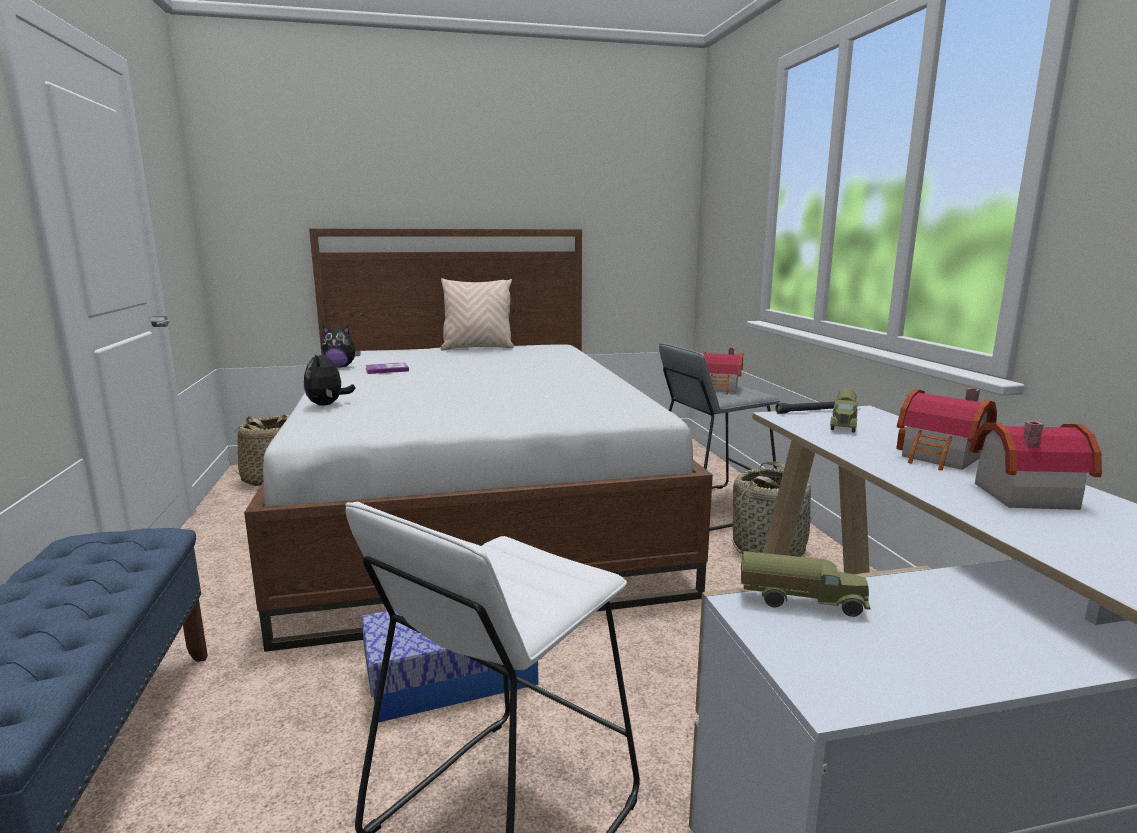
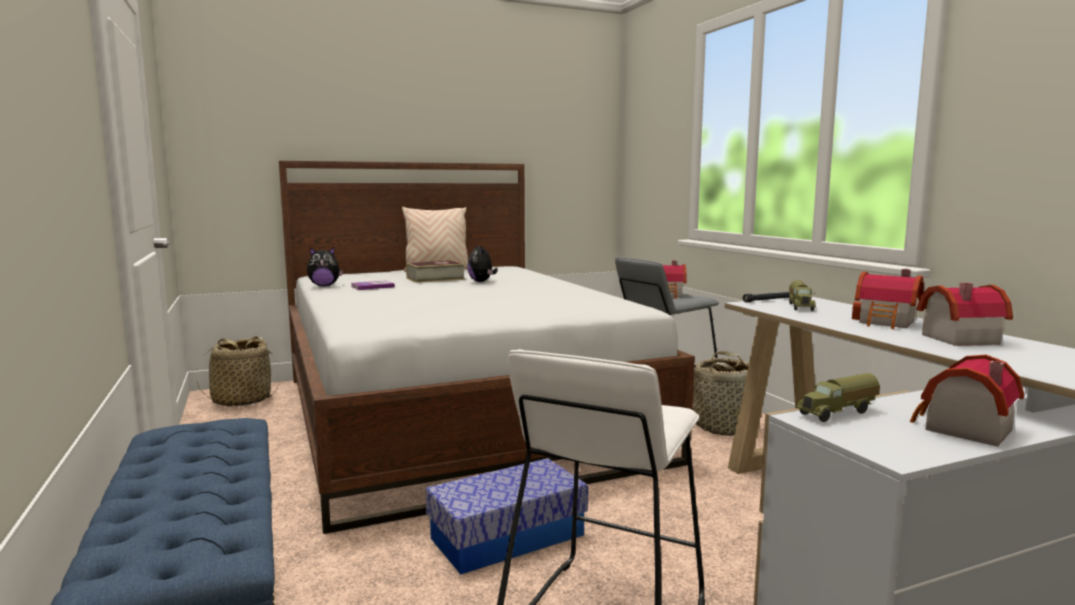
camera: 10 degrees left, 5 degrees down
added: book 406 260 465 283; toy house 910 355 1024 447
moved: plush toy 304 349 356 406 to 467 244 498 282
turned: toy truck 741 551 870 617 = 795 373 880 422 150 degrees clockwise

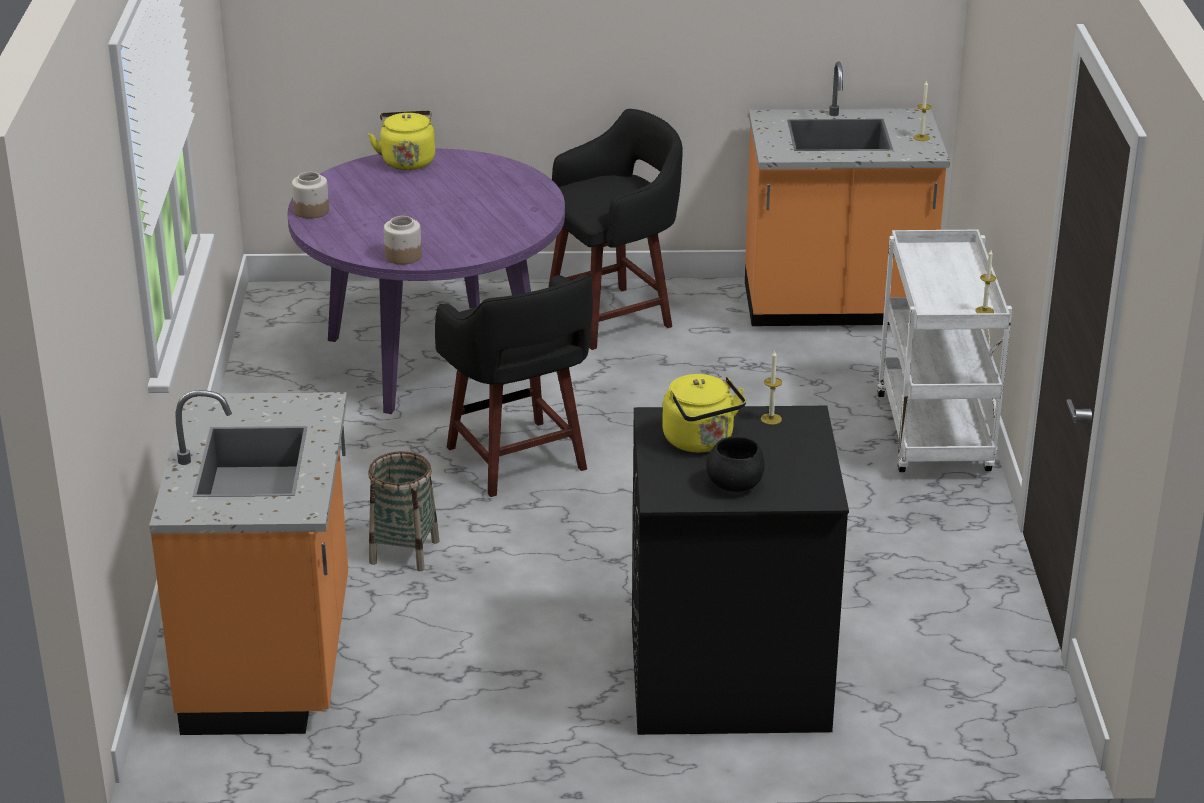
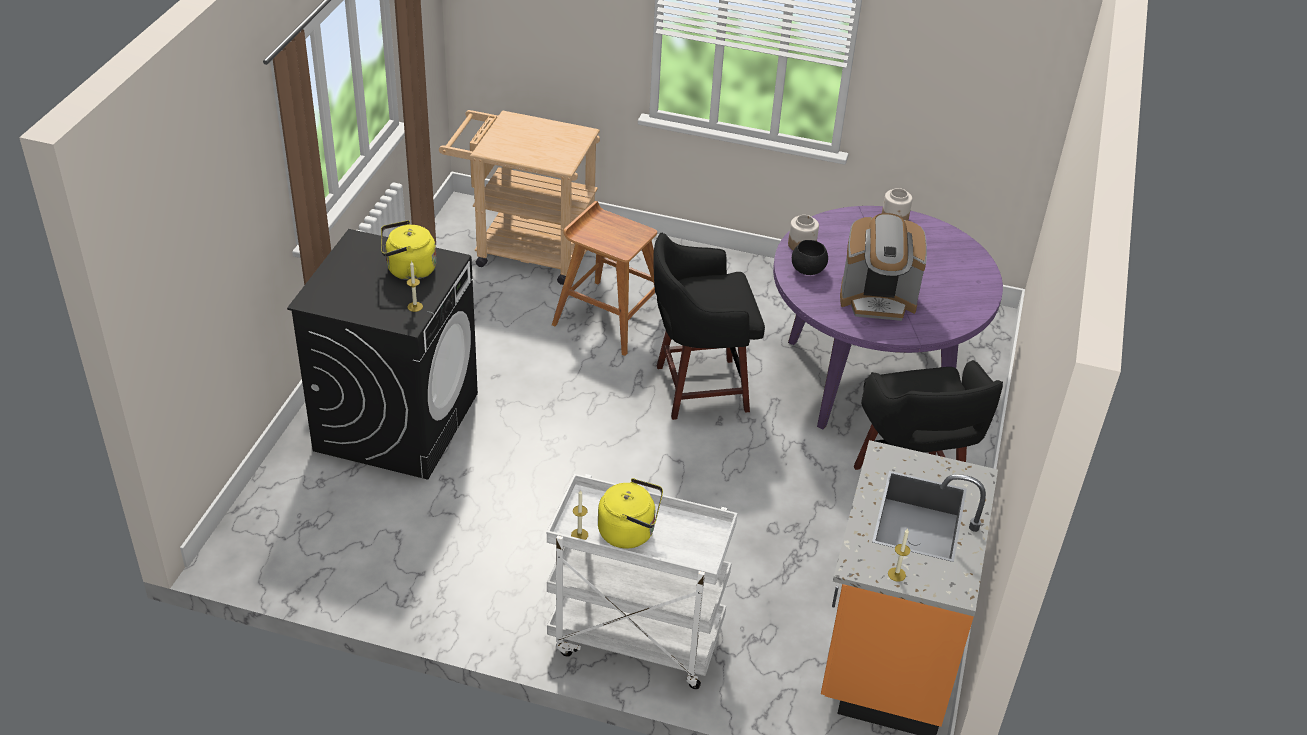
camera: 105 degrees right, 10 degrees up
added: coffee machine 840 213 927 321
moved: yellow kettle 368 111 435 170 to 598 478 663 549; black bowl 707 436 765 492 to 792 240 828 275
replaced: orange counter 149 390 348 735 to beige cart 439 110 600 285; basket 368 451 439 571 to brown stool 552 201 657 356

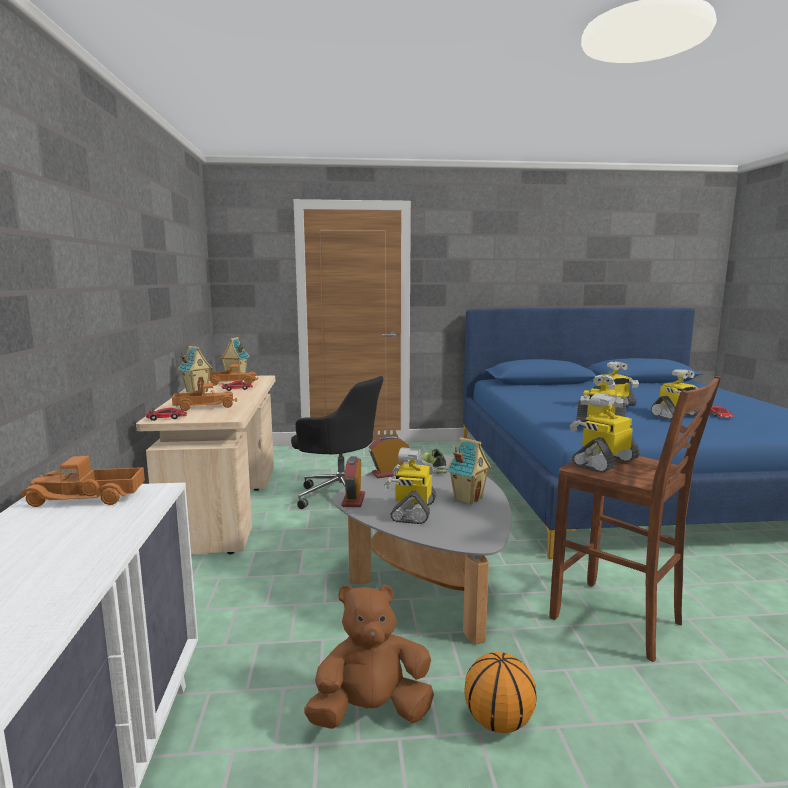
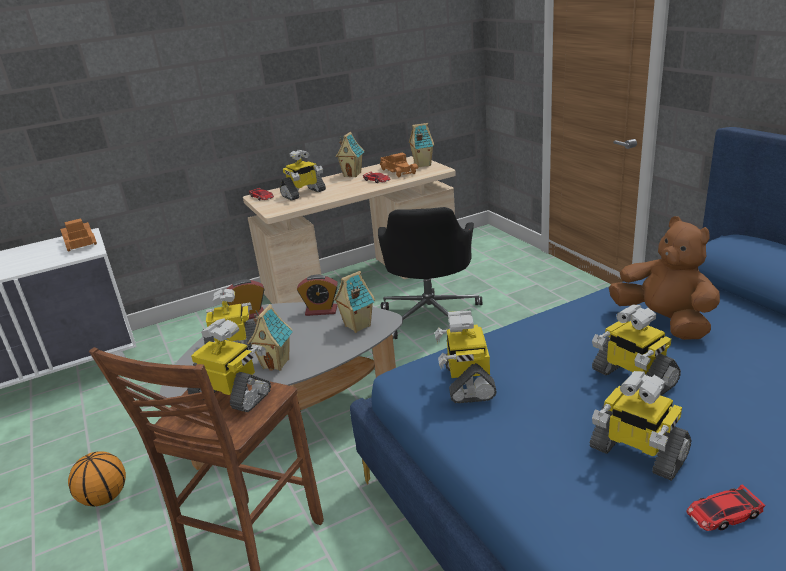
camera: 70 degrees right, 15 degrees up
moved: brown plush toy 304 584 434 729 to 609 216 720 340
replaced: toy truck 172 383 237 411 to toy robot 280 150 326 200; shoe 422 448 448 474 to toy house 334 271 375 333
turned: alarm clock 368 435 409 478 = 297 274 338 316 135 degrees clockwise

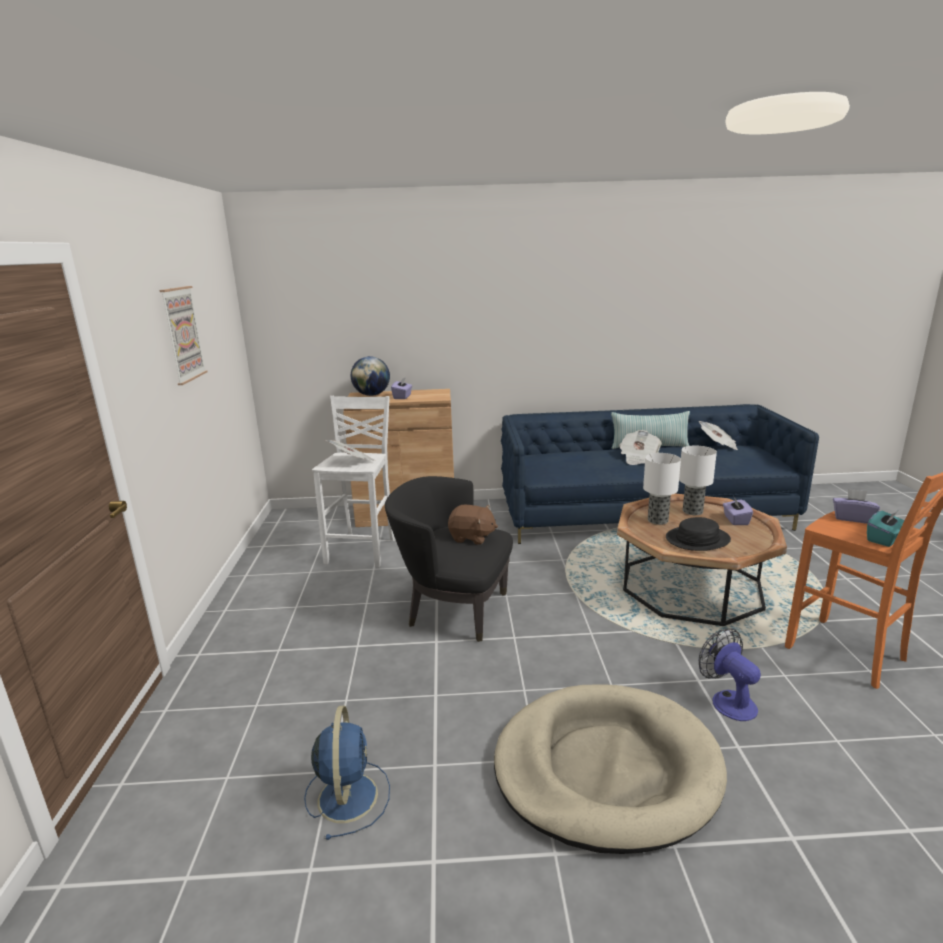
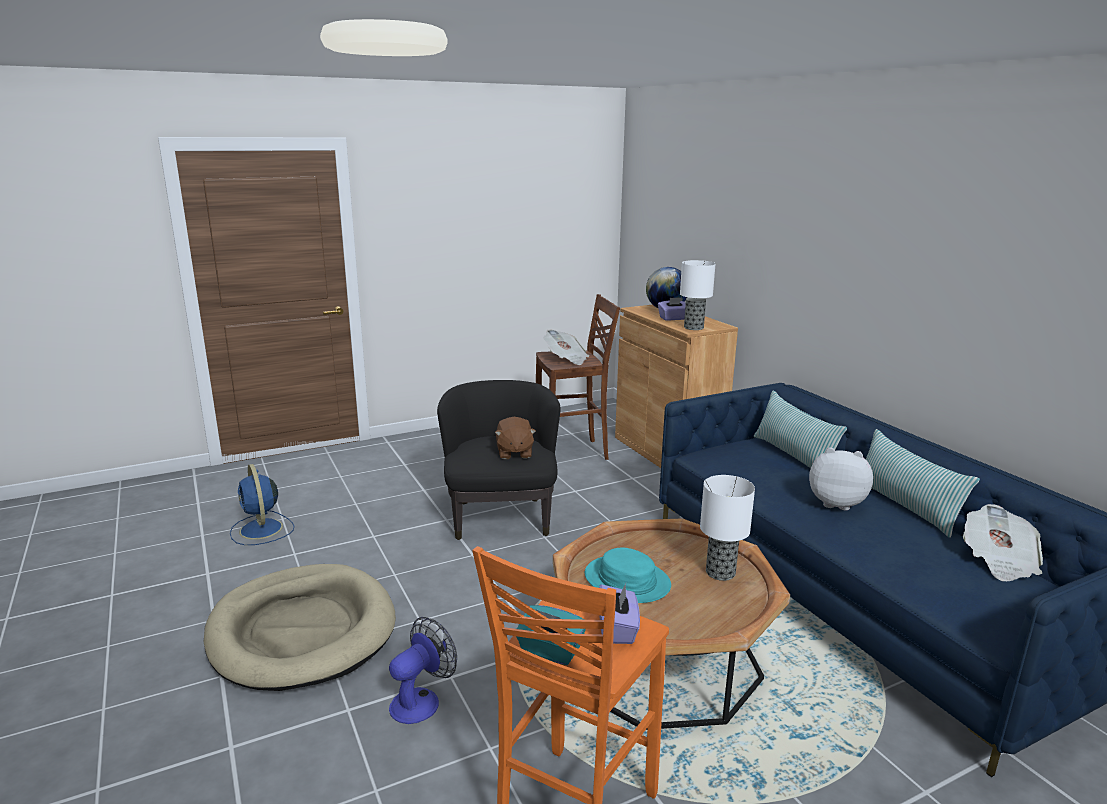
camera: 65 degrees right, 0 degrees up
removed: picture 159 286 208 385; purple tissue box 723 497 753 525
added: pillow 754 391 847 468
moved: table lamp 643 453 681 525 to 680 260 715 330
replaced: newspaper 619 430 662 465 to plush toy 809 447 873 511
recoloured: white stool 312 396 395 568 to brown stool 536 294 620 460; black hat 666 517 731 551 to turquoise hat 585 548 671 603
turned: blue fan 304 705 390 840 = 230 464 294 545 90 degrees clockwise

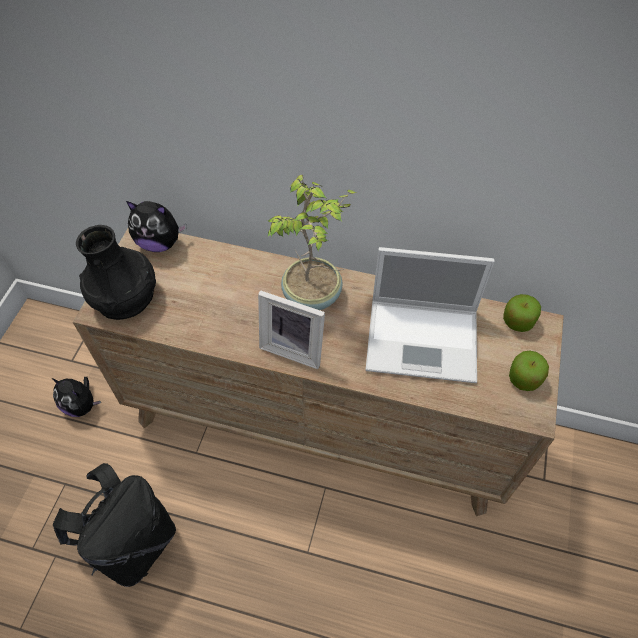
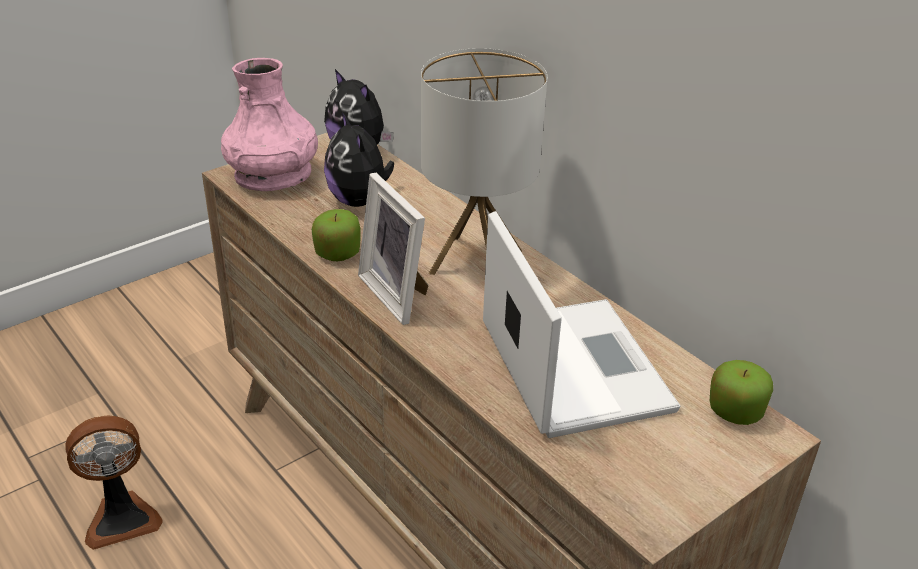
camera: 35 degrees right, 20 degrees down
moved: plush toy 51 377 101 417 to 324 111 394 207; apple 509 351 549 391 to 312 209 361 261
replaced: black backpack 53 463 176 587 to fan 66 415 163 550; potted plant 268 175 356 310 to table lamp 421 48 547 275
recoloured: black vase 76 225 156 320 to pink vase 221 58 318 191
turned: laptop 365 247 495 383 = 483 211 680 438 150 degrees counterclockwise

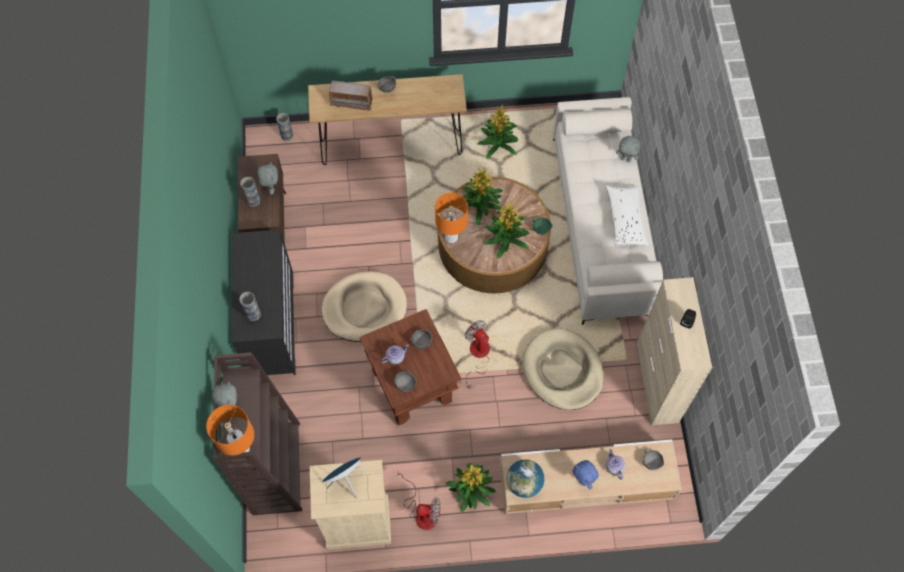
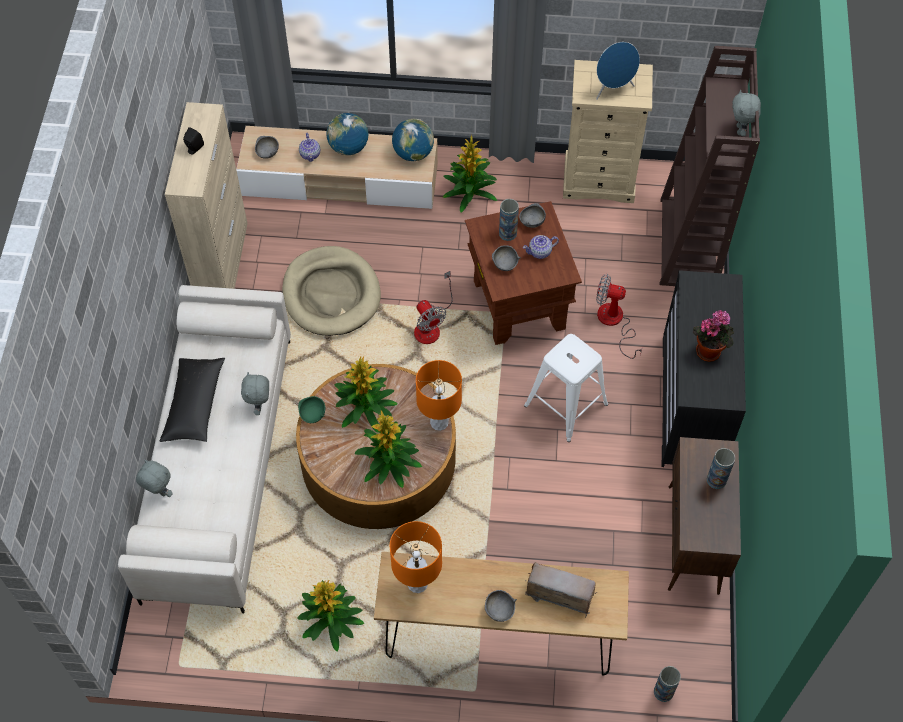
camera: 170 degrees left, 5 degrees down
added: potted plant 693 310 734 362
moved: orange table lamp 206 405 254 455 to 390 521 442 593; vase 239 292 261 321 to 499 199 519 241; grey plush toy 258 162 278 195 to 241 372 269 415; fan 397 473 441 530 to 596 274 643 359
replaced: beige dog bed 322 271 407 342 to white stool 524 334 608 442; blue plush toy 573 460 599 489 to globe 326 113 368 155
recoloured: white pillow 606 185 649 246 to black pillow 160 358 225 442

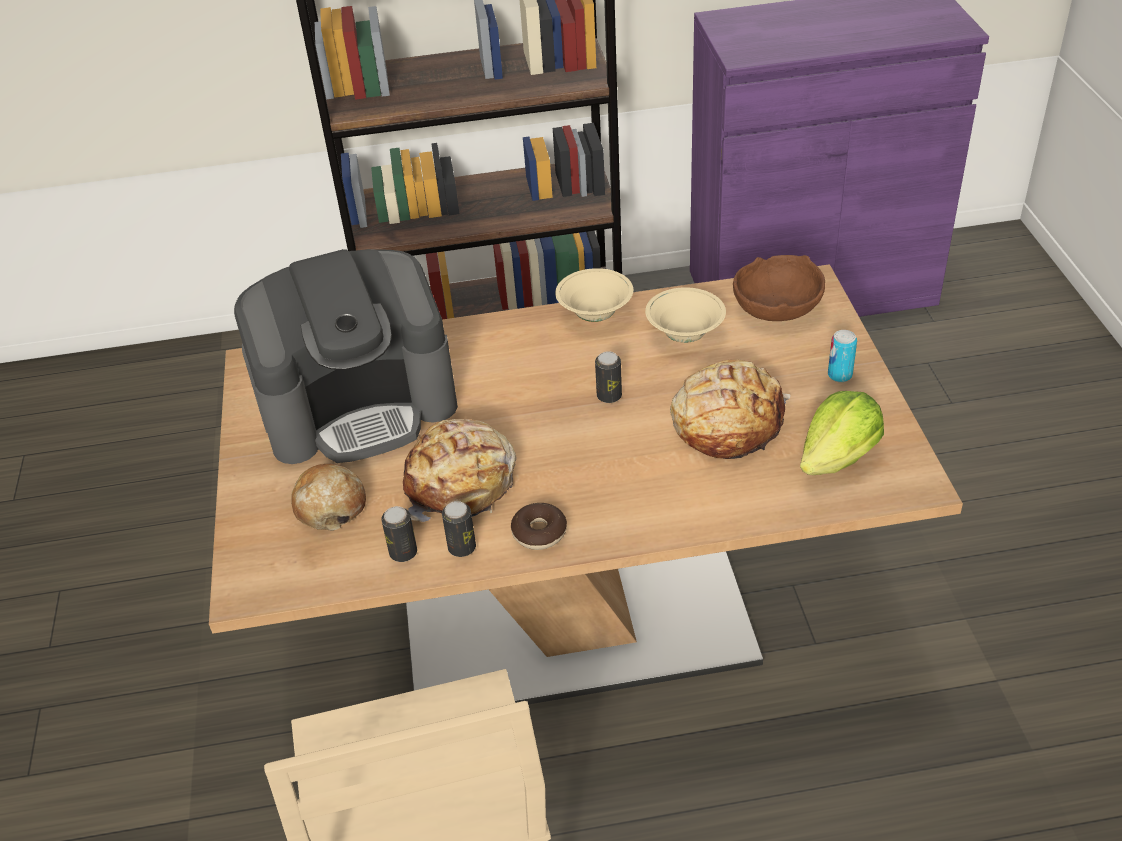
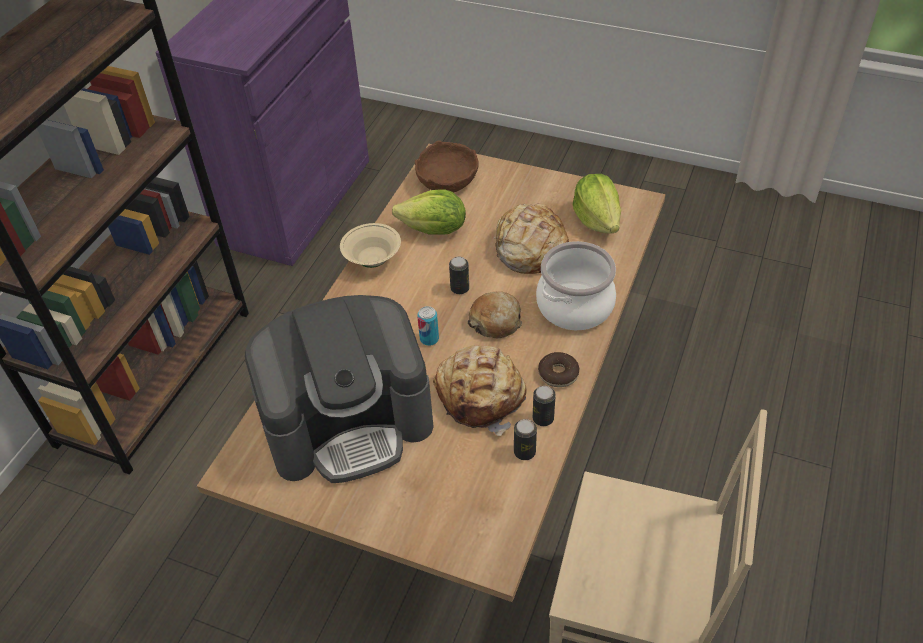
camera: 60 degrees left, 5 degrees up
added: cooking pot 536 241 616 330
moved: bread 291 464 366 531 to 468 292 522 338; can 828 330 857 382 to 417 306 439 346
replaced: beige bowl 645 287 726 343 to lettuce 392 189 466 235
turned: coffee machine 234 249 458 464 = 245 295 434 483 60 degrees clockwise

